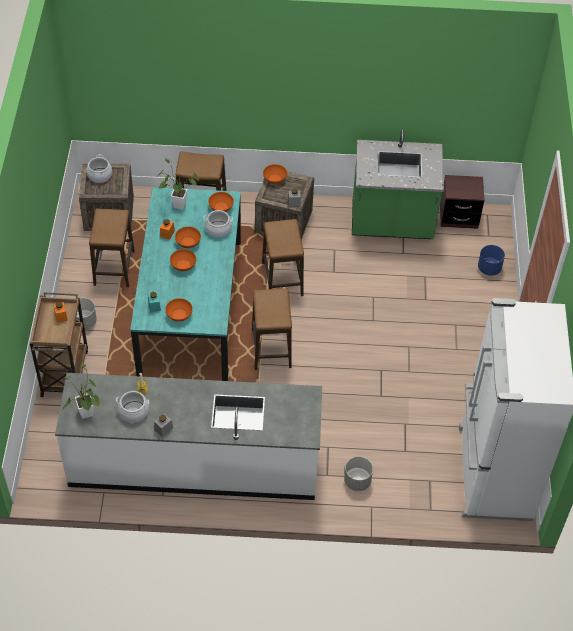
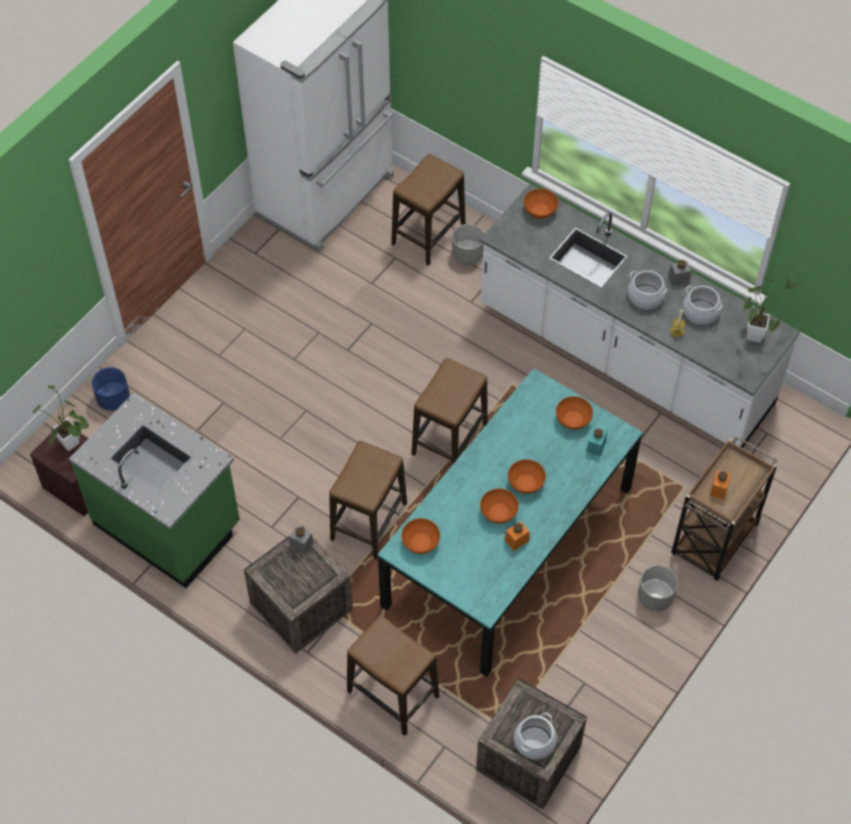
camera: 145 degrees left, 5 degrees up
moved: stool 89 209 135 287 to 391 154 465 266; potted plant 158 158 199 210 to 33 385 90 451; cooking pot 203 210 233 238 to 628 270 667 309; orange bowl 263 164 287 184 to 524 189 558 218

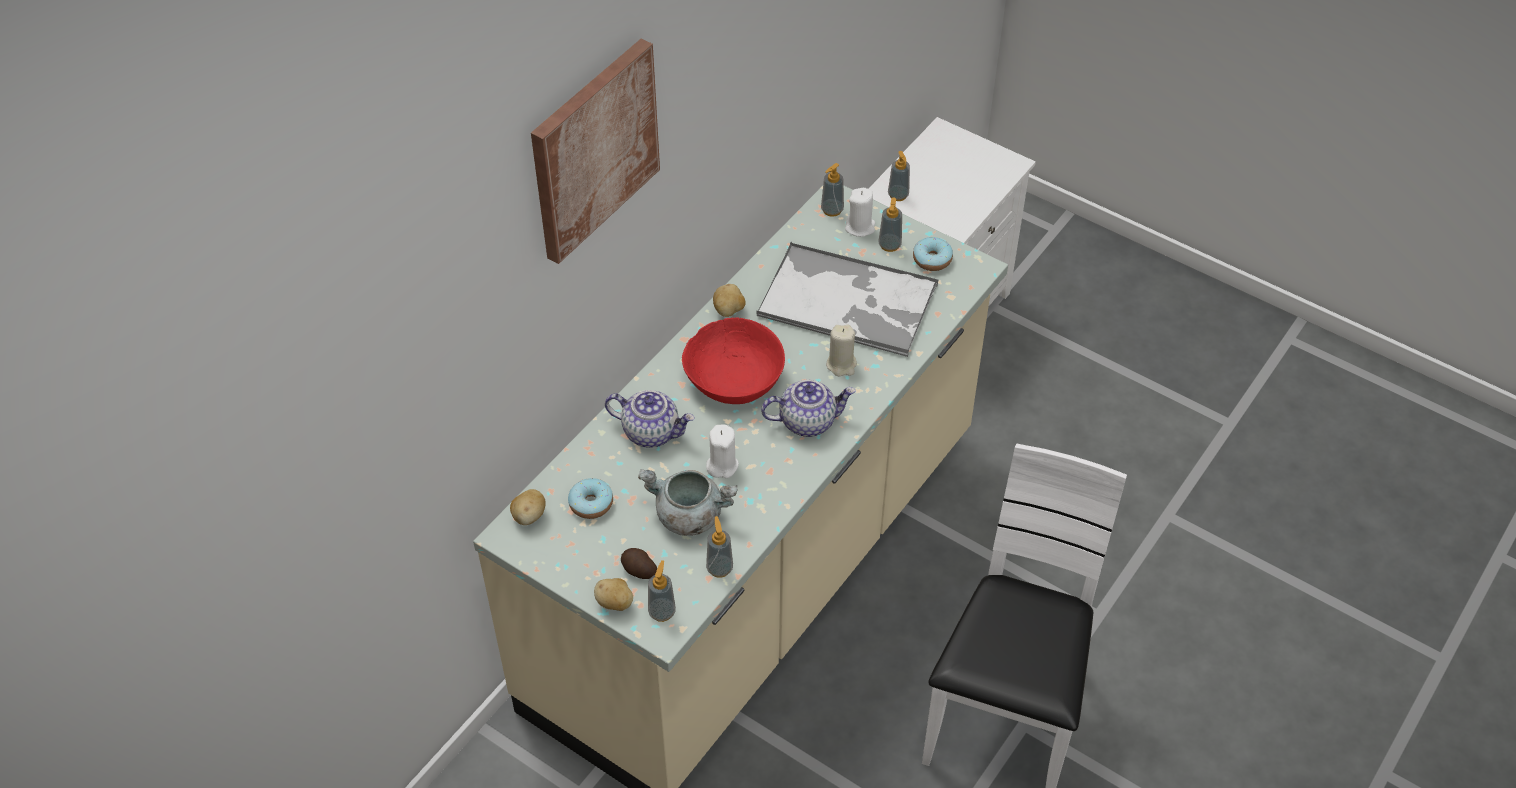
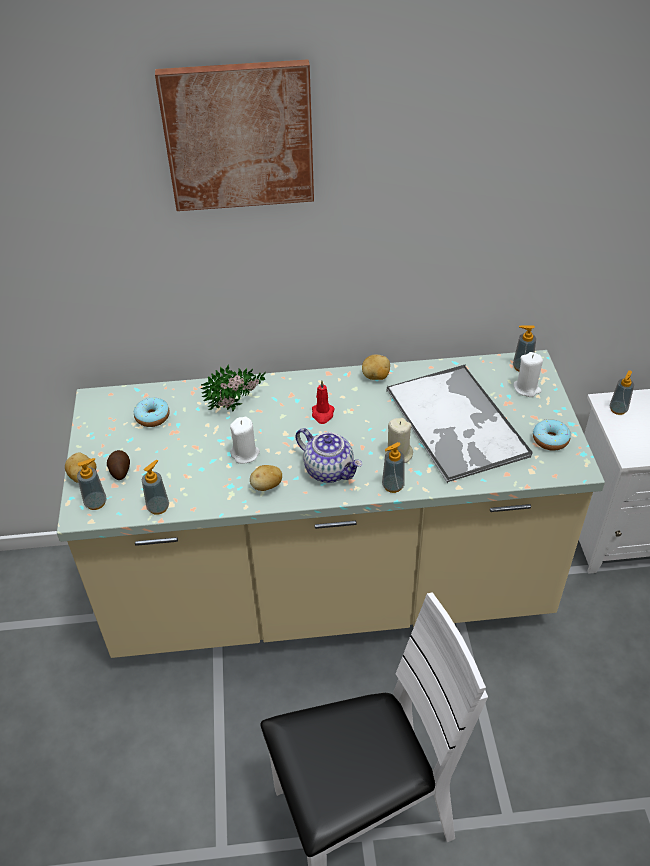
camera: 50 degrees right, 5 degrees down
removed: grey cooking pot 638 469 737 536
moved: potato 510 489 546 525 to 250 465 282 491; soap dispenser 878 197 902 252 to 382 442 405 493
replaced: teapot 605 390 695 448 to potted plant 201 364 266 412; red bowl 682 317 785 404 to red candle 312 381 335 424

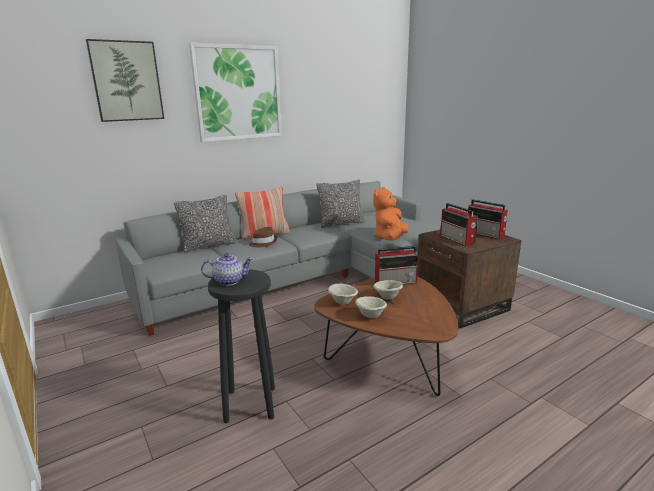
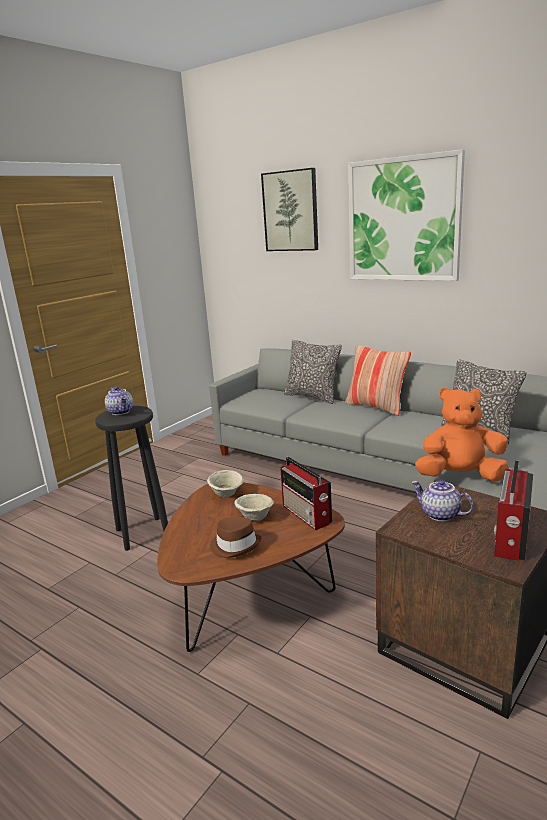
camera: 70 degrees right, 0 degrees up
removed: beige bowl 355 296 387 318
moved: brown hat 249 227 278 247 to 210 517 261 558
replaced: radio 440 203 478 246 to teapot 412 480 474 521

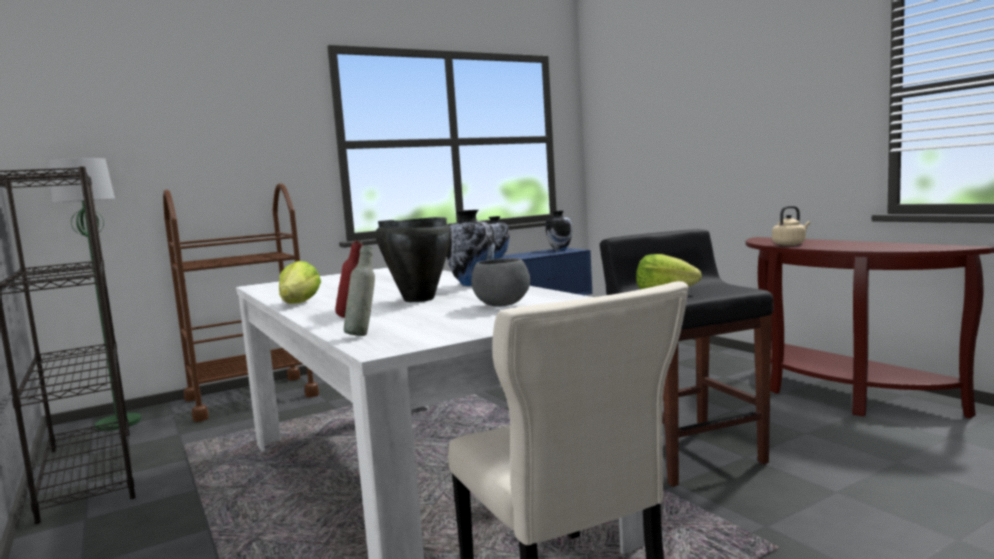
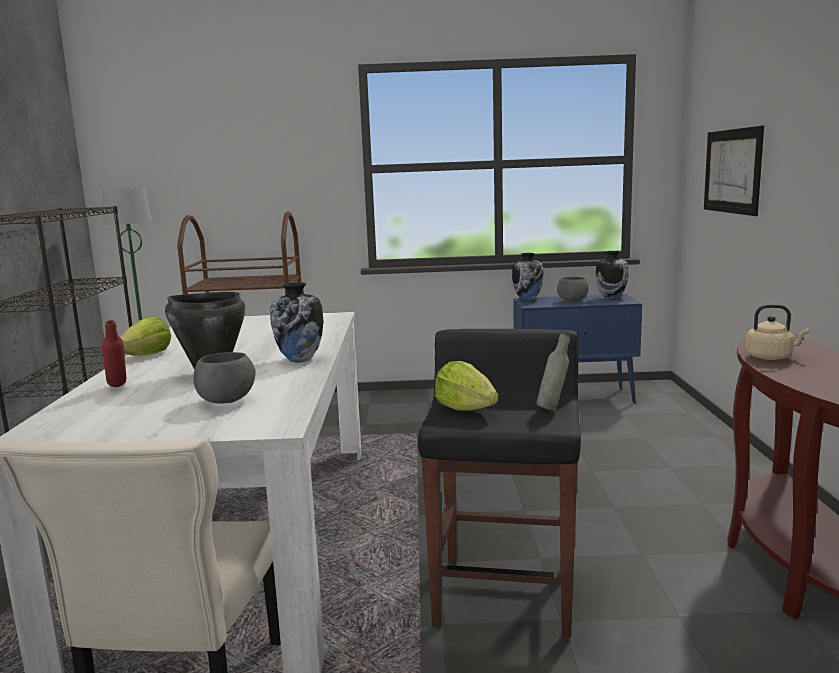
camera: 30 degrees right, 5 degrees up
added: grey bowl 557 277 589 302; picture 704 126 764 216
moved: grey bottle 344 245 375 336 to 536 333 570 411

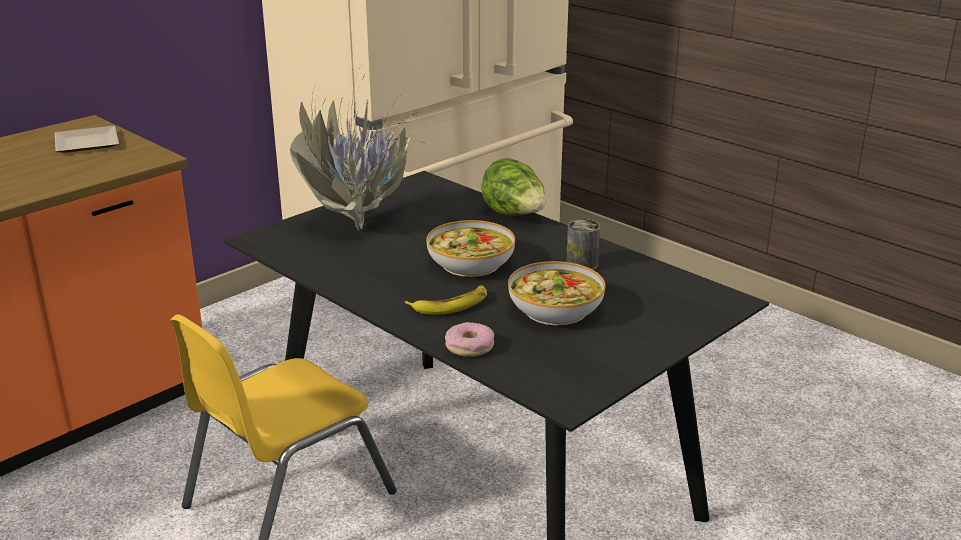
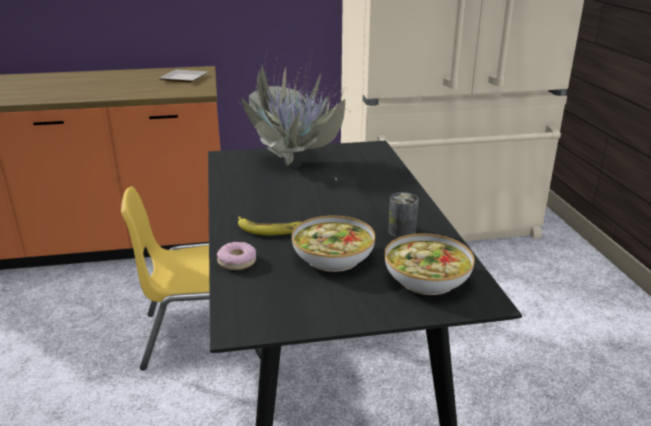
camera: 35 degrees right, 0 degrees up
removed: lettuce 481 158 546 216
moved: bowl 426 220 515 277 to 385 234 475 295

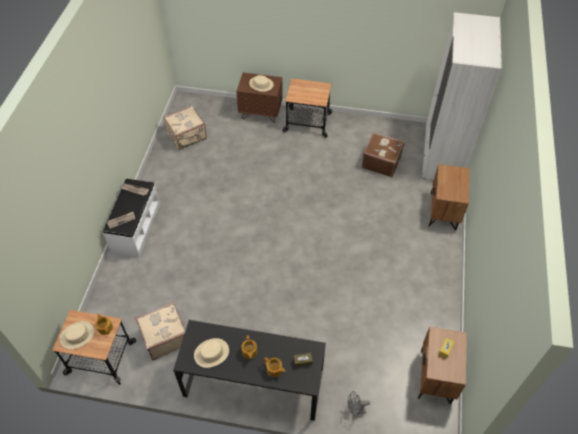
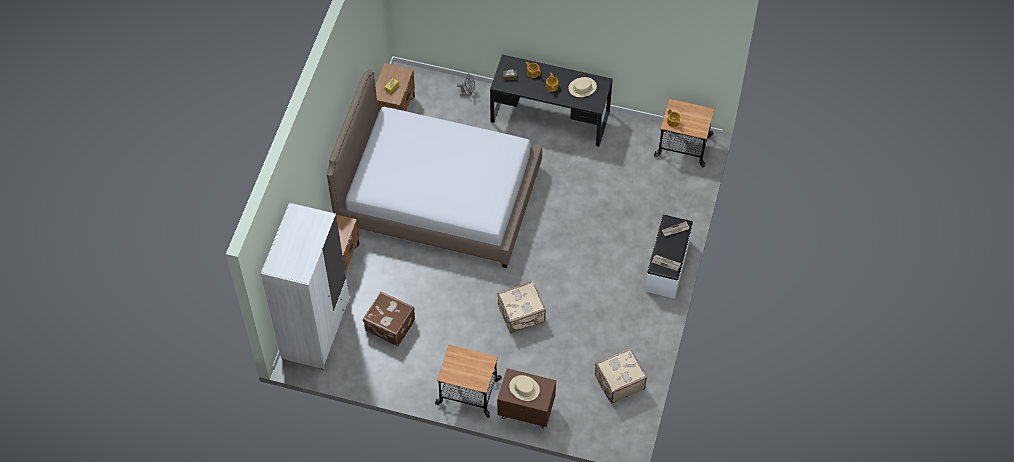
camera: 175 degrees left, 5 degrees up
removed: beige hat 60 321 94 349
added: bed 327 69 542 268
moved: beige suitcase 135 302 186 361 to 497 281 546 334

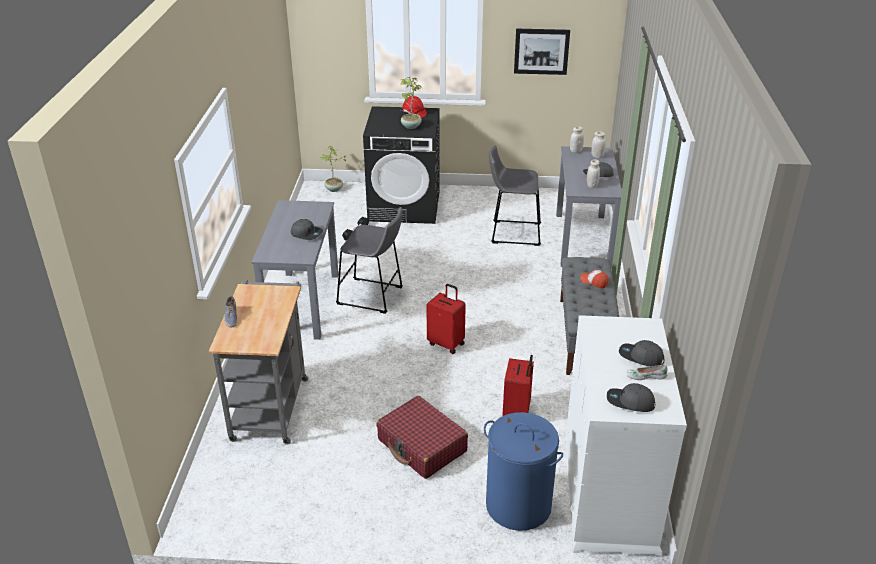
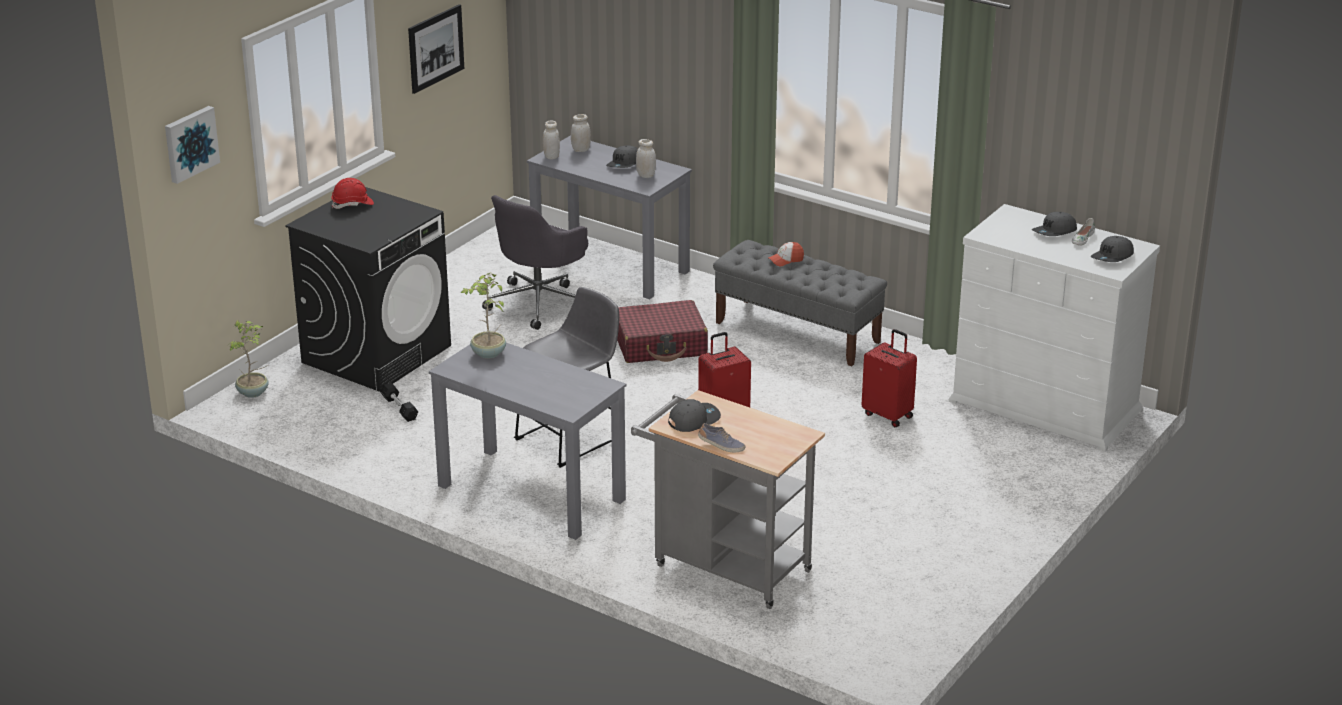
camera: 60 degrees left, 5 degrees down
removed: blue laundry basket 484 412 563 531
added: picture 165 106 220 184
moved: grey cap 291 219 323 240 to 668 399 721 432; red suitcase 376 396 468 479 to 617 300 708 363; potted plant 401 77 422 129 to 460 272 506 359
replaced: grey stool 489 145 541 246 to grey office chair 482 195 588 330

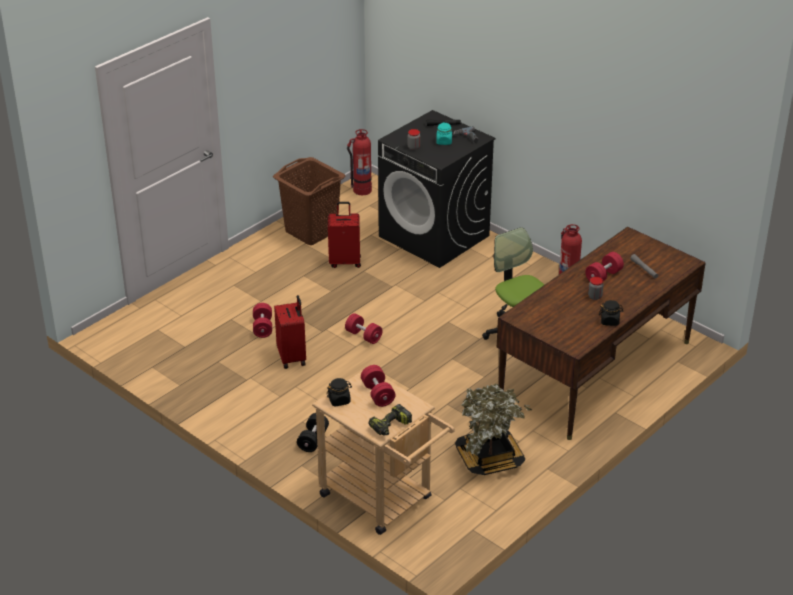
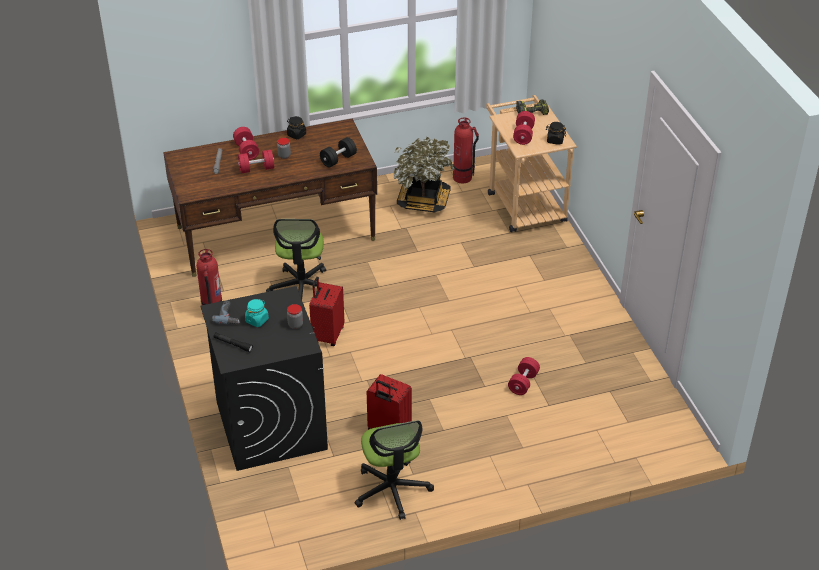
camera: 150 degrees left, 5 degrees up
moved: red suitcase 274 295 306 369 to 309 277 344 346; black dumbbell 297 413 329 452 to 320 137 357 167; red dumbbell 345 313 382 344 to 233 127 259 160; fire extinguisher 347 129 372 195 to 453 118 479 184
replaced: brown laundry basket 273 157 345 245 to office chair 355 420 434 520

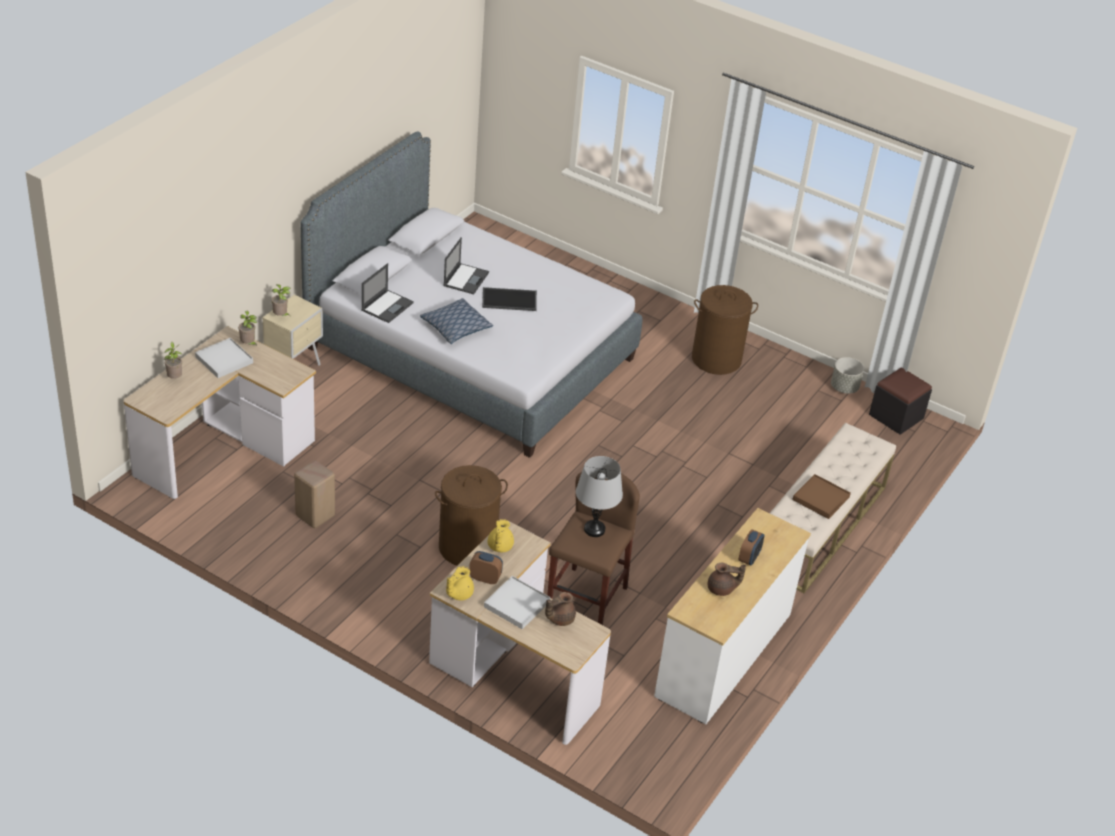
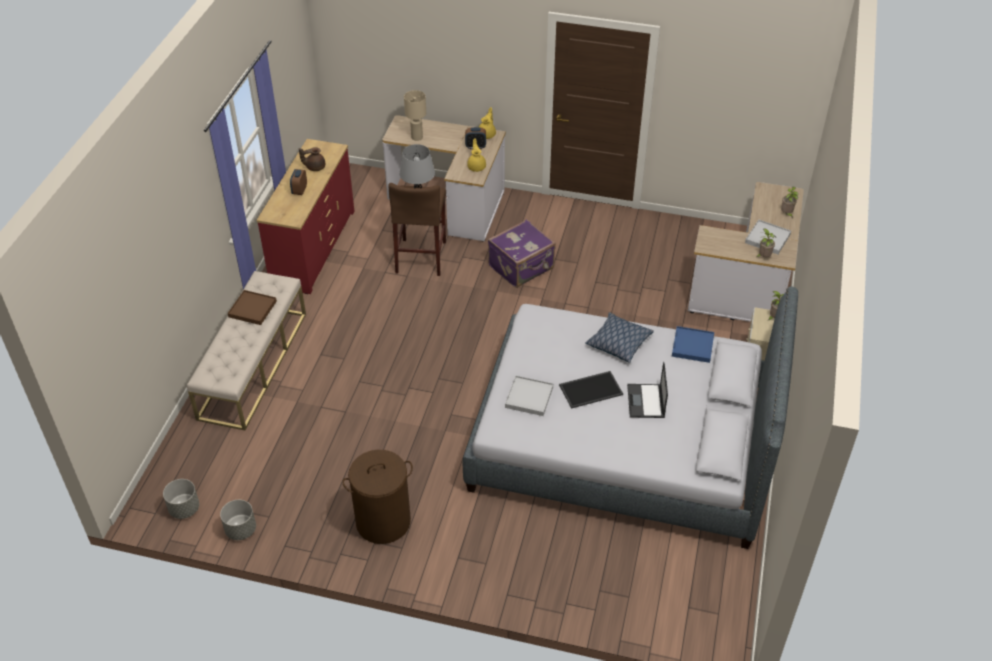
camera: 165 degrees right, 5 degrees up
removed: beige stool 294 460 335 528
moved: white tray 484 576 550 629 to 505 376 553 416
replaced: laptop 361 263 414 323 to blue tray 672 326 714 363; brown laundry basket 435 465 508 566 to purple suitcase 488 219 556 288; brown teapot 545 592 576 626 to beige table lamp 404 90 426 141; black ottoman 869 368 932 435 to grey planter 163 479 199 519
recoloured: white dresser 654 508 811 724 to red dresser 256 139 355 294

